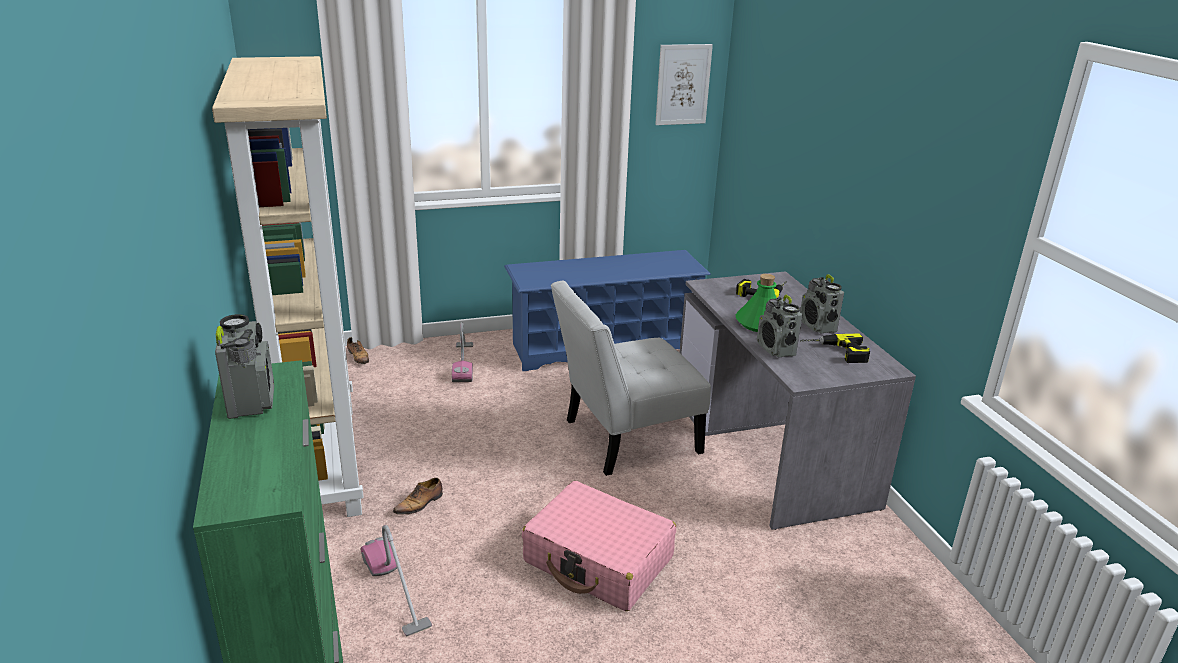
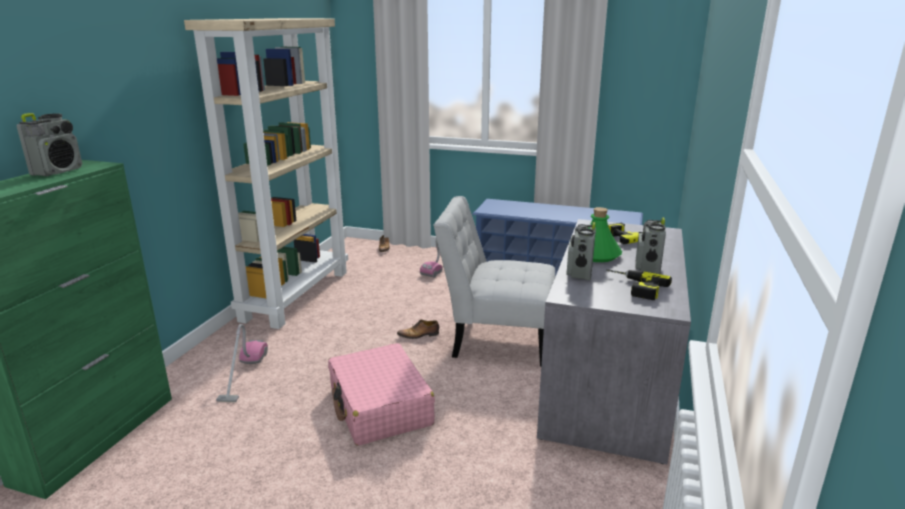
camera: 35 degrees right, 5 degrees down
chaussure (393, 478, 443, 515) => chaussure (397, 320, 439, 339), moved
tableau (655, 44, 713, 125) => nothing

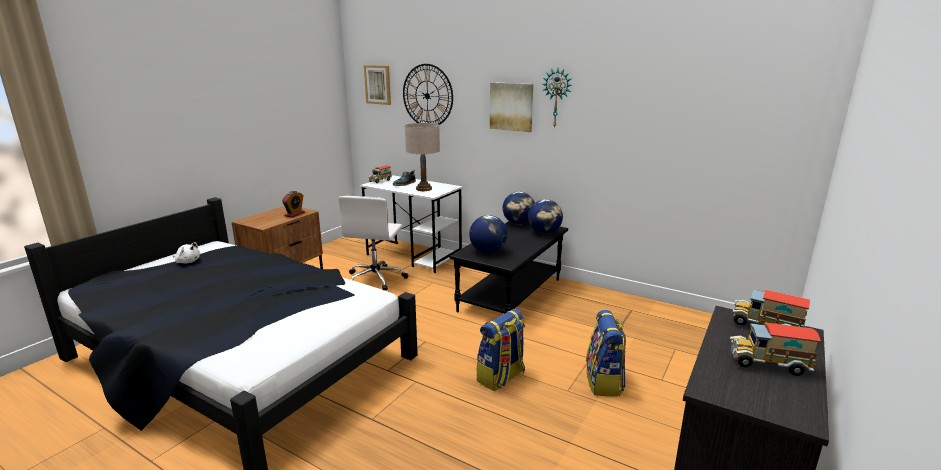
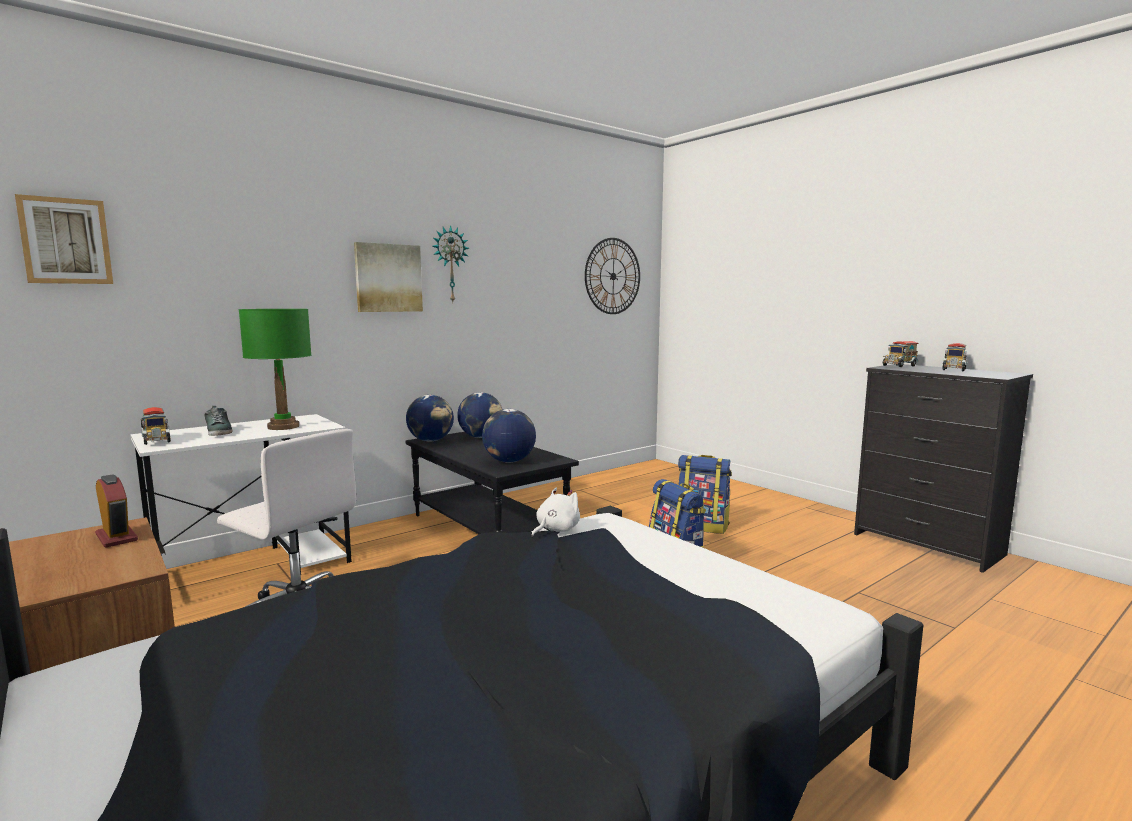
camera: 70 degrees left, 10 degrees down
peluche (blanc) (173, 242, 200, 263) => peluche (blanc) (531, 488, 580, 537), moved
horloge murale (403, 64, 453, 125) => horloge murale (585, 238, 640, 314), moved
lampe de table (beige) (405, 123, 440, 191) => lampe de table (vert) (238, 309, 311, 430)

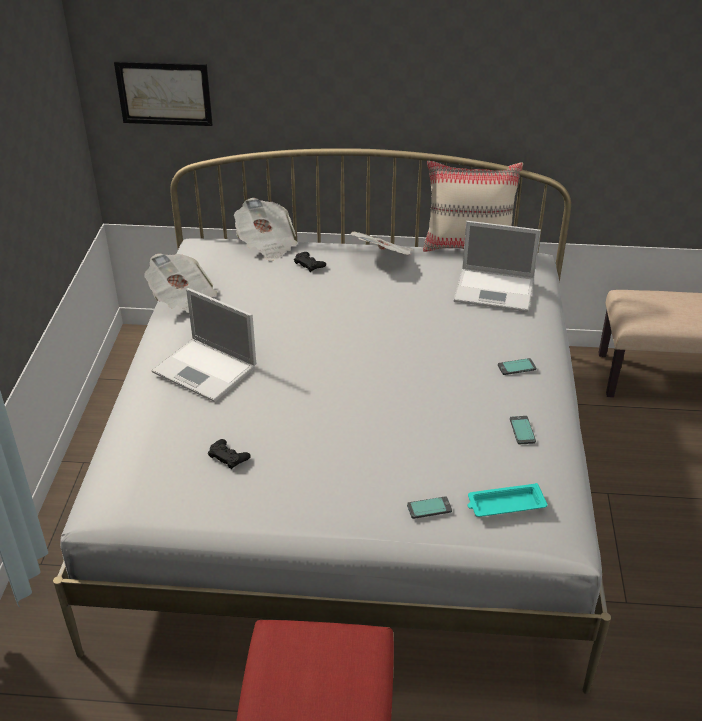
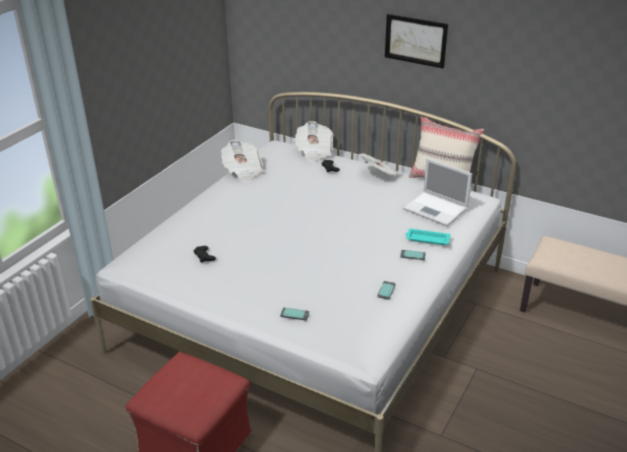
camera: 25 degrees right, 5 degrees down
tableau (114, 61, 213, 126) => tableau (385, 14, 448, 68), moved
ordinateur portable (151, 288, 256, 402) => nothing
plateau (turquoise) (468, 483, 547, 517) => plateau (turquoise) (406, 229, 450, 245), moved

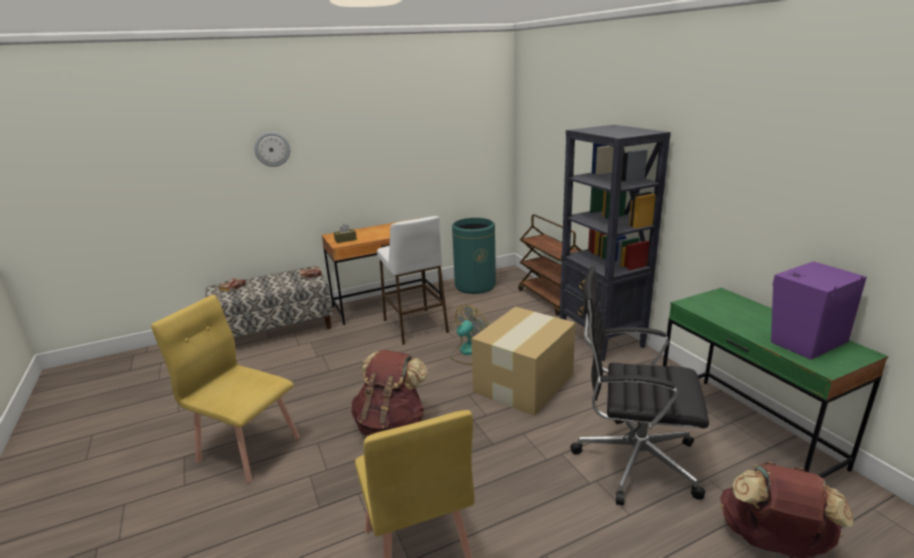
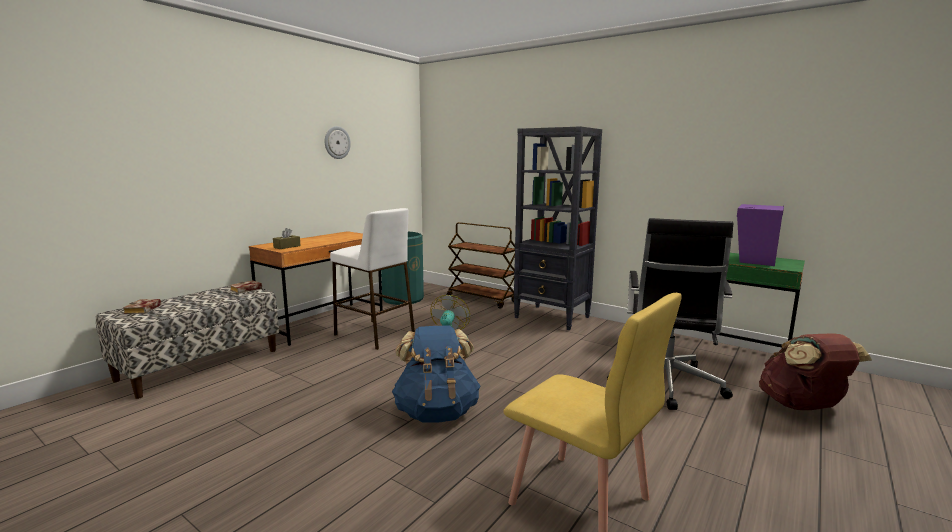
camera: 30 degrees left, 10 degrees down
chaise (jaune) (151, 295, 300, 483) => nothing
horloge murale (254, 132, 290, 167) => horloge murale (325, 126, 351, 159), moved
sac à dos (marron) (351, 350, 428, 436) => sac à dos (bleu) (392, 325, 481, 422)
carton (471, 307, 576, 416) => nothing
chaise de bureau (noir) (570, 266, 709, 505) => chaise de bureau (noir) (607, 218, 733, 410), 60 degrees counterclockwise

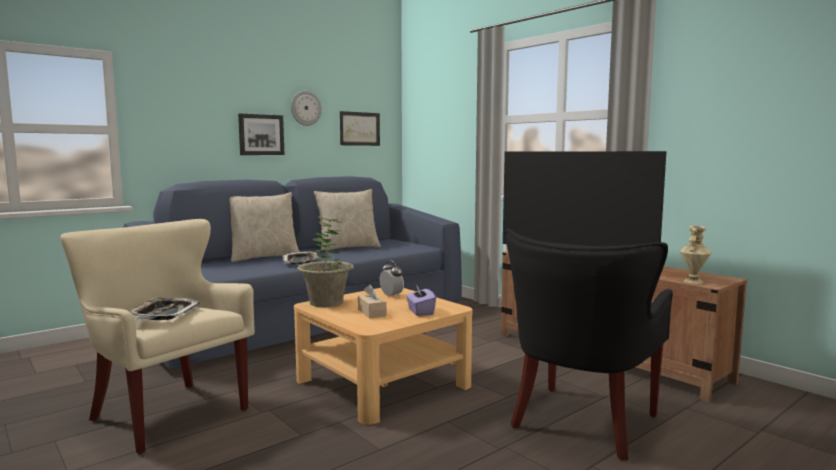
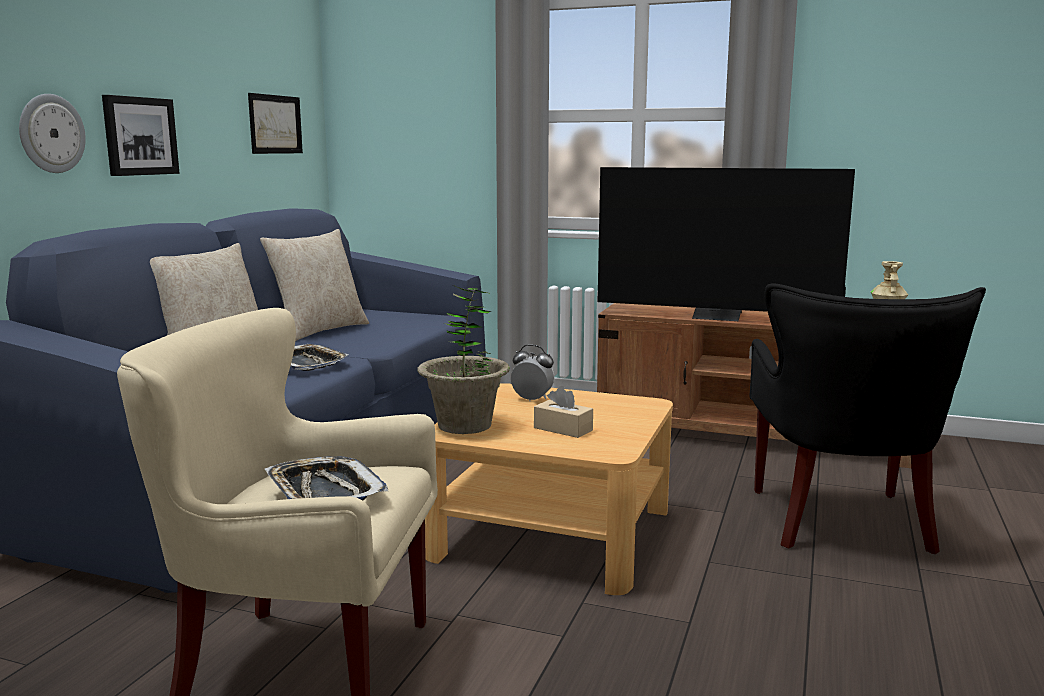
camera: 30 degrees left, 5 degrees up
horloge murale (291, 91, 322, 126) => horloge murale (19, 94, 86, 173), moved
boîte à mouchoirs (violet) (406, 283, 436, 316) => nothing

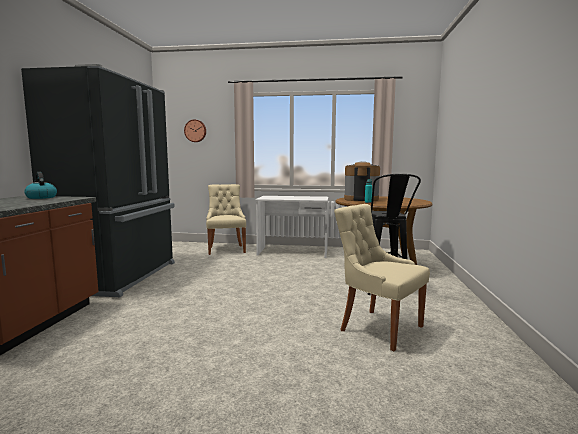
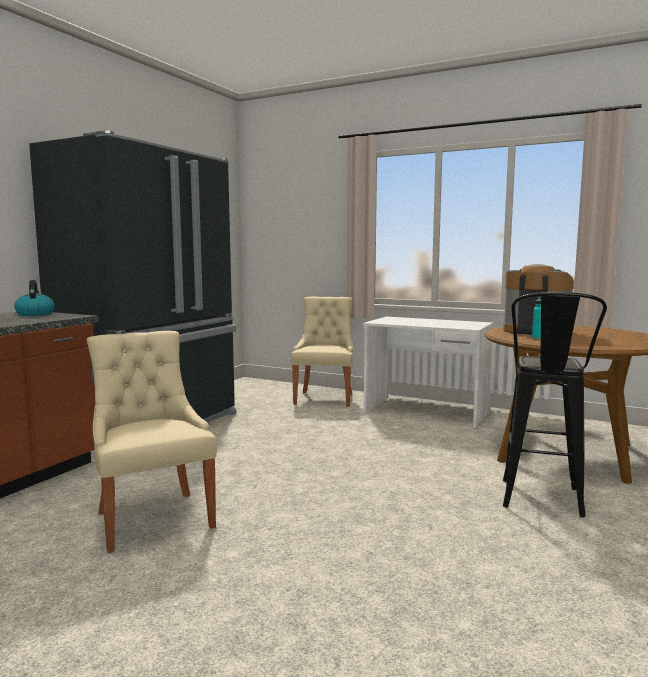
camera: 20 degrees right, 0 degrees up
horloge murale (184, 119, 206, 142) => nothing
chaise (beige) (334, 204, 430, 351) => chaise (beige) (87, 331, 217, 553), moved

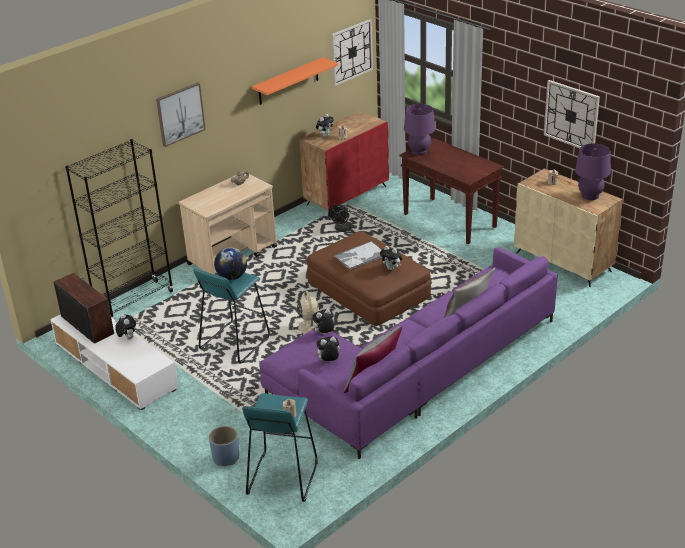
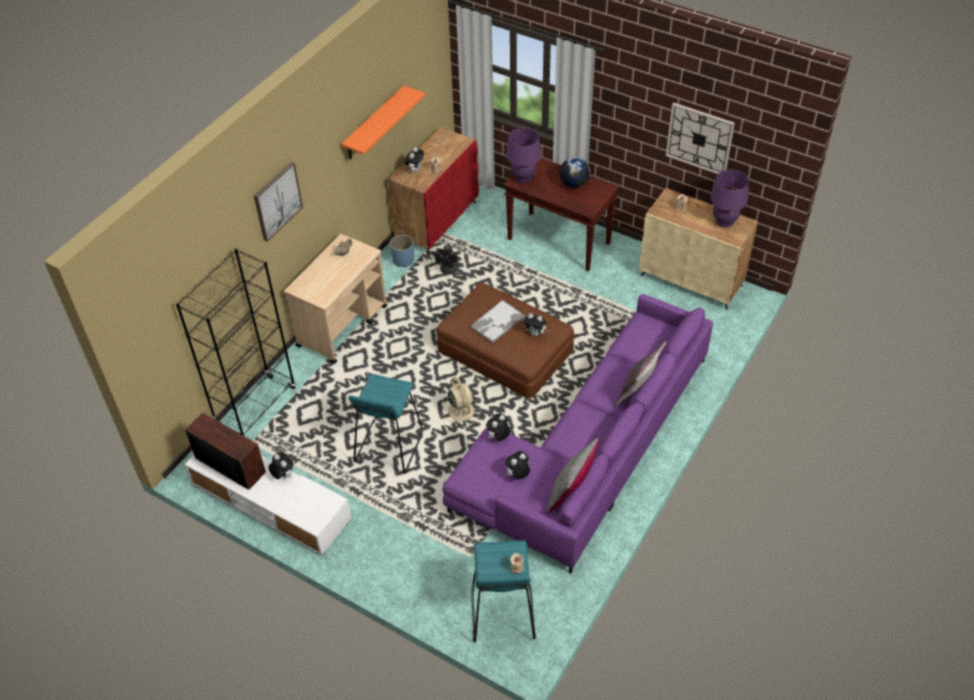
camera: 15 degrees left, 15 degrees up
cache-pot (bleu) (209, 426, 239, 466) => cache-pot (bleu) (390, 235, 414, 267), moved
globe (214, 248, 247, 280) => globe (559, 157, 590, 188), moved
horloge murale (331, 19, 373, 86) => nothing

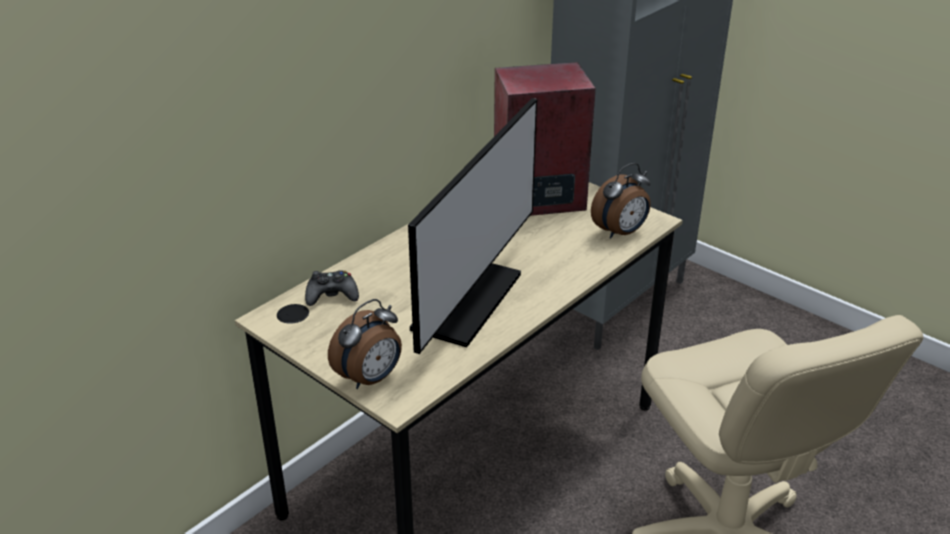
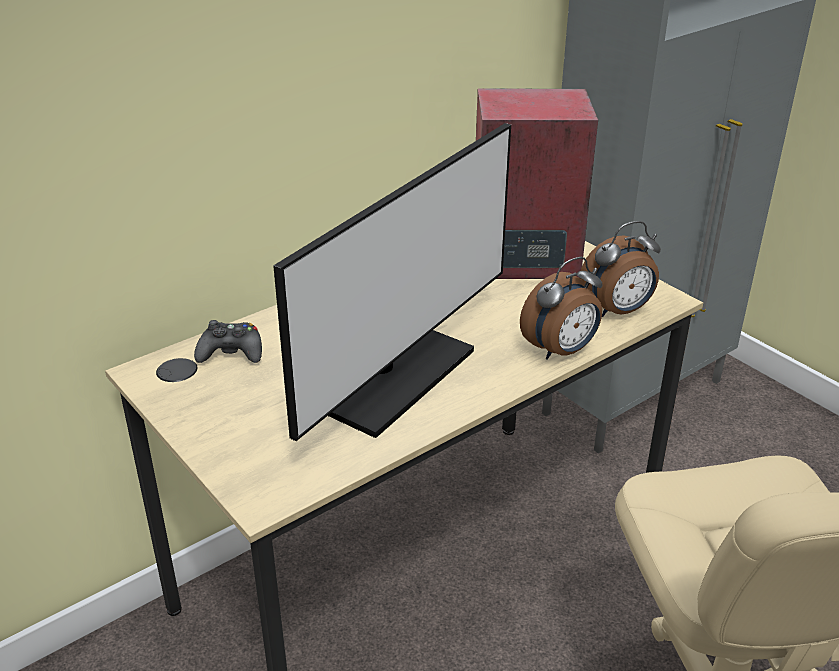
camera: 10 degrees right, 0 degrees up
réveil (328, 299, 402, 389) => réveil (520, 257, 603, 359), moved

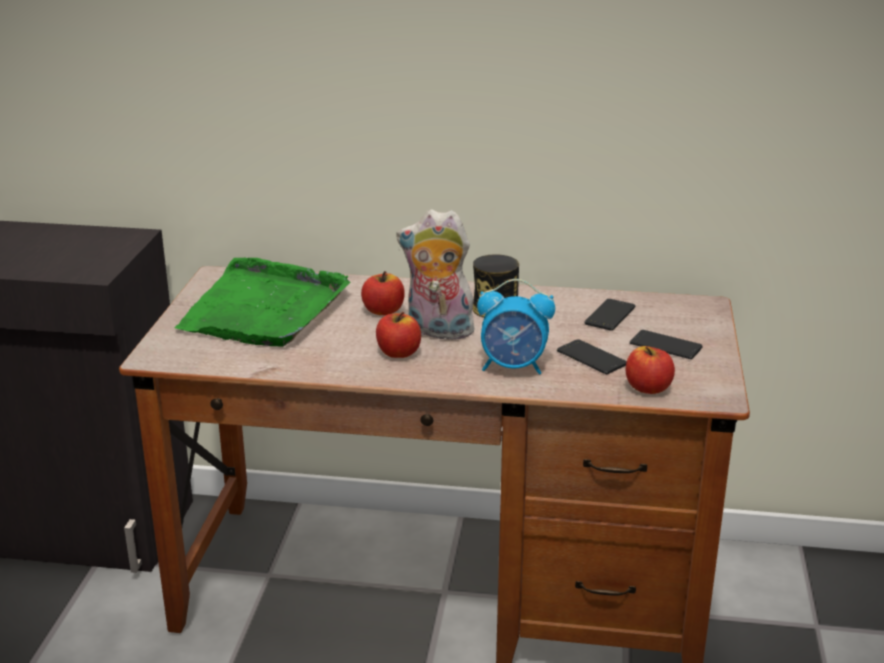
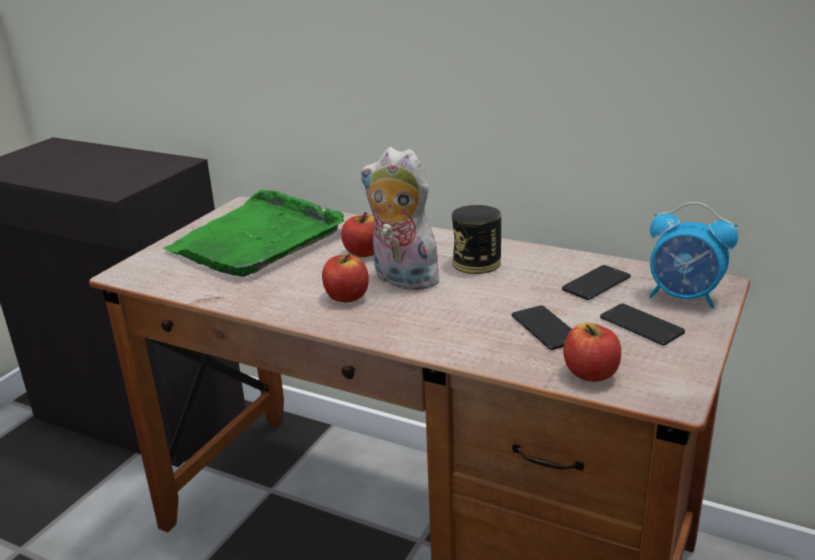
camera: 20 degrees right, 0 degrees up
réveil (477, 279, 555, 374) => réveil (649, 202, 738, 309), moved

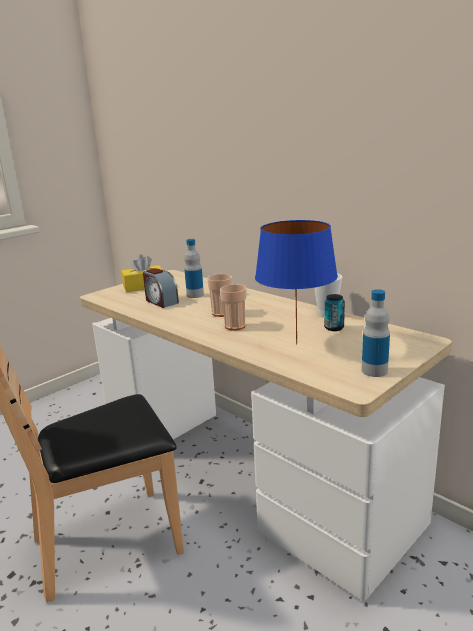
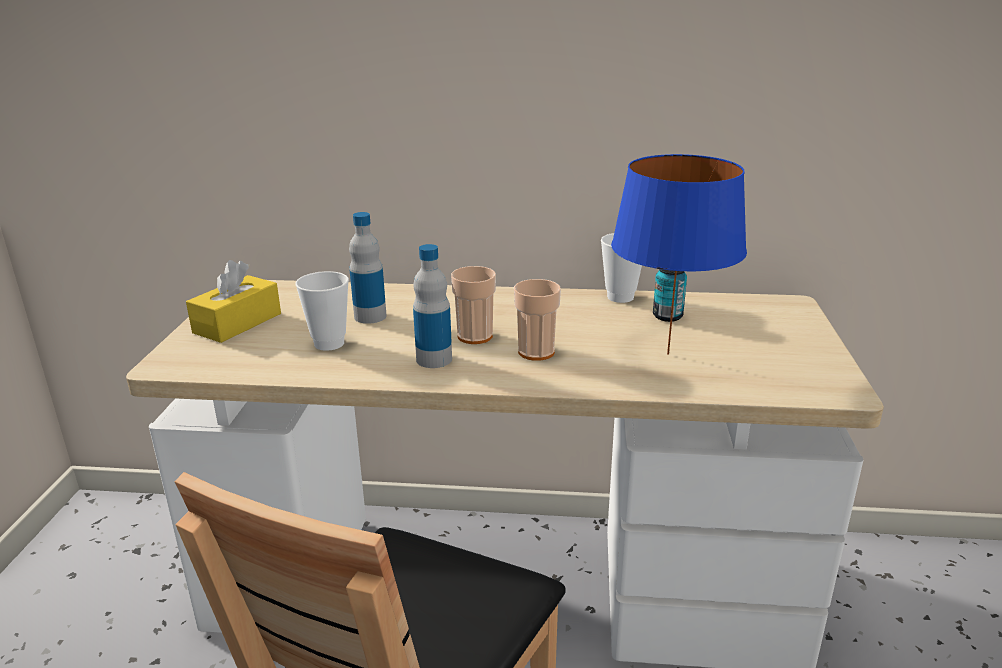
camera: 40 degrees left, 5 degrees up
réveil (143, 268, 179, 308) => tasse (295, 271, 349, 351)
bouteille (362, 289, 390, 377) => bouteille (413, 244, 452, 368), moved

